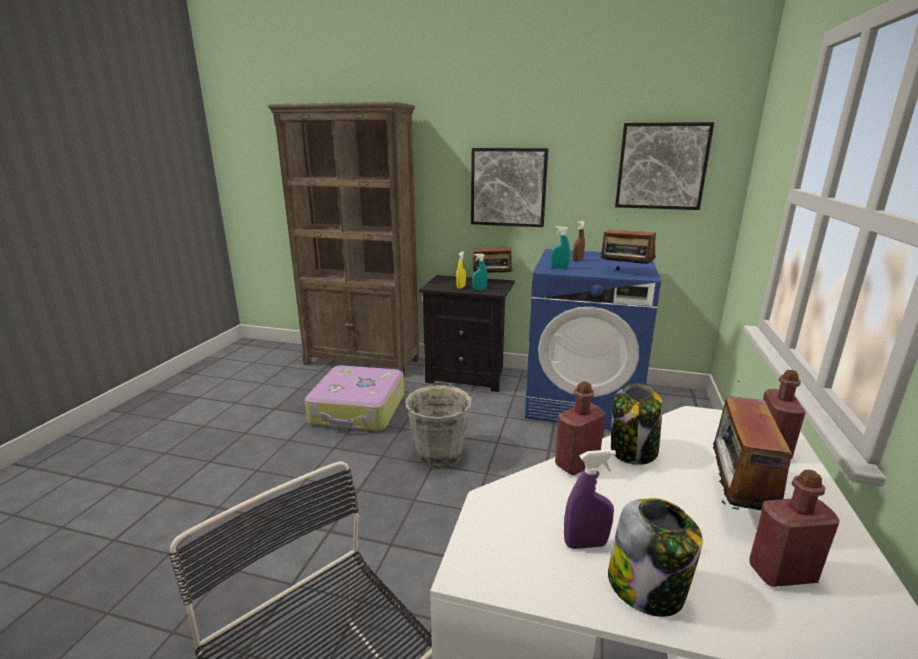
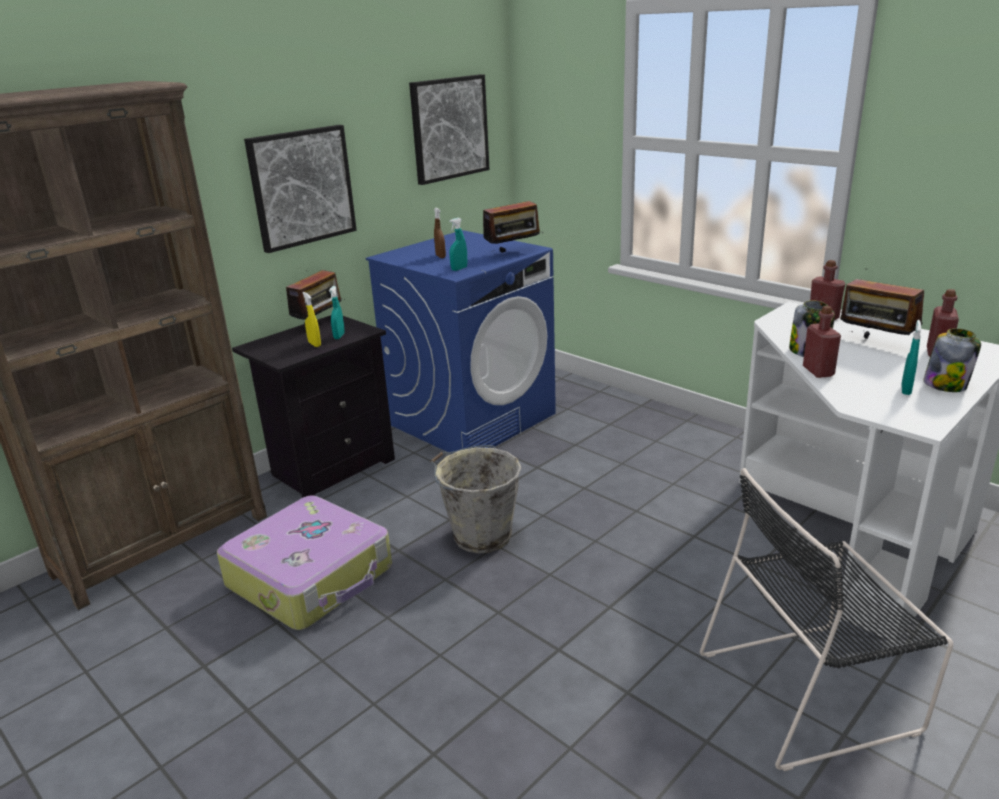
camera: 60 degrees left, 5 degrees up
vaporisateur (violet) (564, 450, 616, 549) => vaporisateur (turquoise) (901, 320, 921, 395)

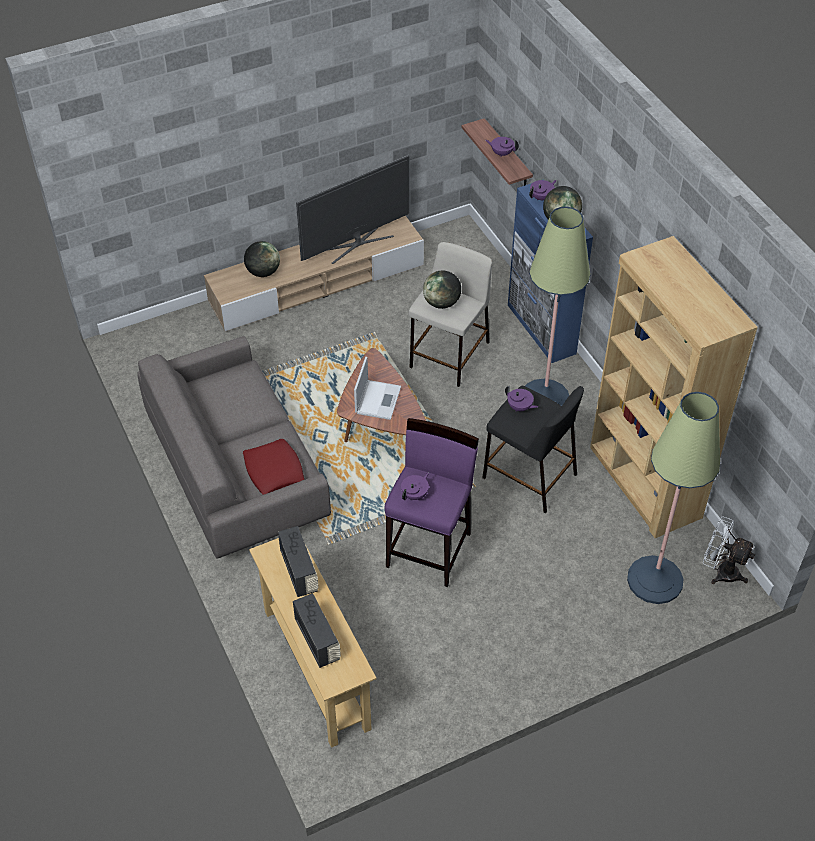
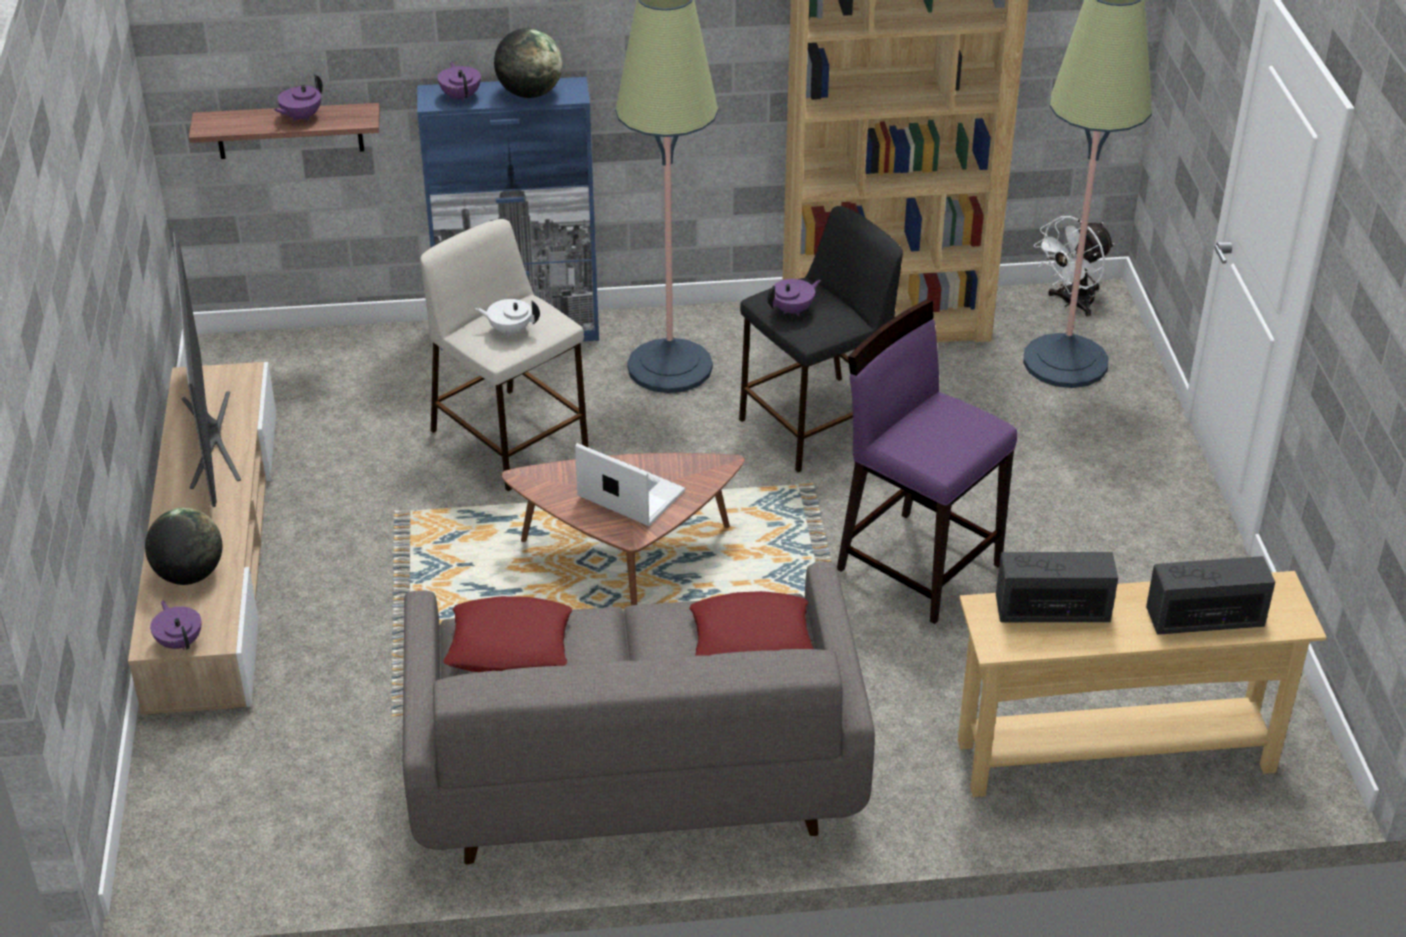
camera: 70 degrees left, 10 degrees down
théière (violet) (401, 473, 429, 500) => théière (violet) (150, 601, 202, 650), moved
globe (423, 270, 461, 309) => théière (blanc) (475, 299, 540, 337)
nothing => coussin (rouge) (443, 596, 572, 672)

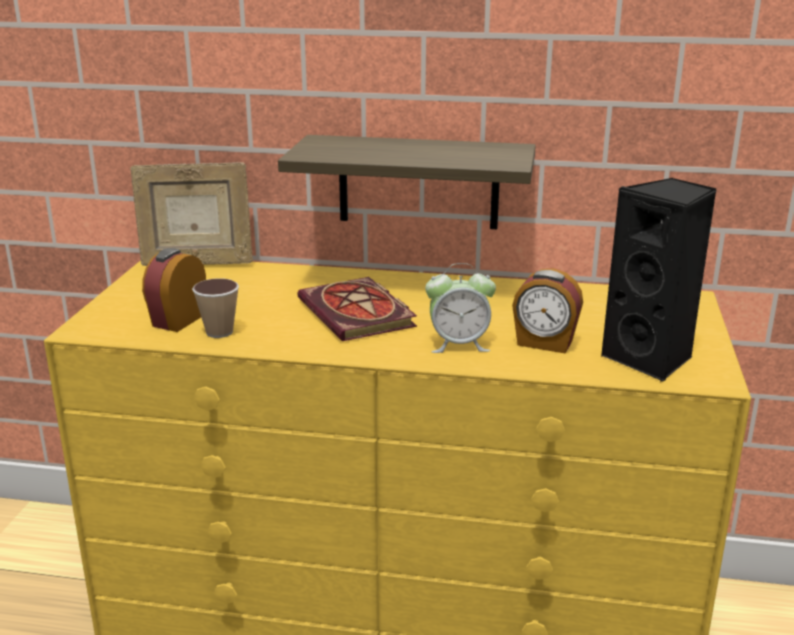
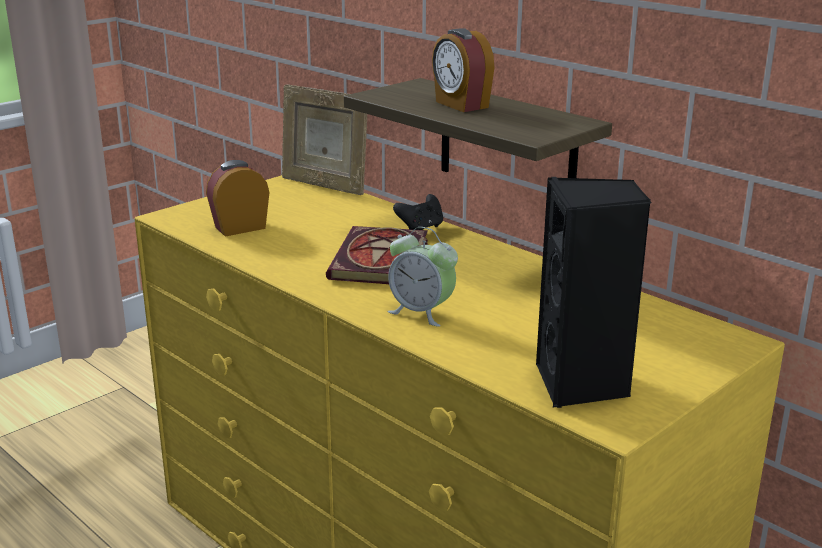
camera: 35 degrees right, 0 degrees up
tasse (192, 278, 239, 338) => nothing
réveil (512, 268, 583, 354) => réveil (432, 28, 495, 112), moved
nothing => manette (noir) (393, 194, 443, 230)

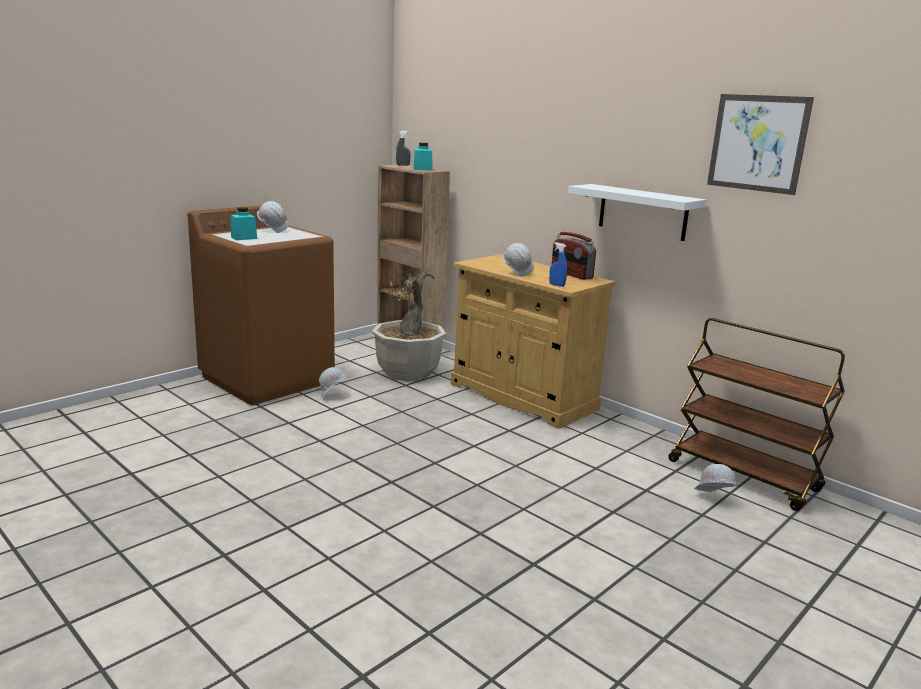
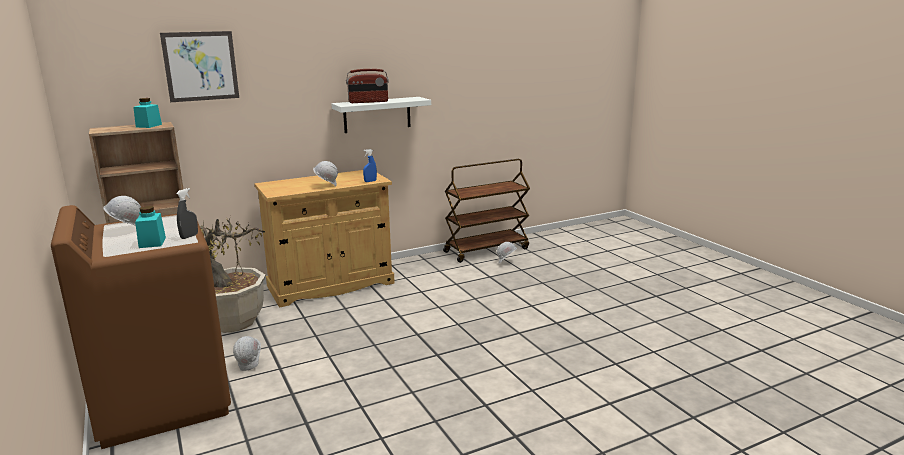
camera: 70 degrees left, 0 degrees up
vaporisateur (gris) (396, 131, 411, 166) => vaporisateur (gris) (176, 188, 198, 239), moved
radio (552, 232, 596, 280) => radio (346, 69, 389, 103), moved
tableau (707, 94, 814, 195) => tableau (160, 31, 239, 102), moved

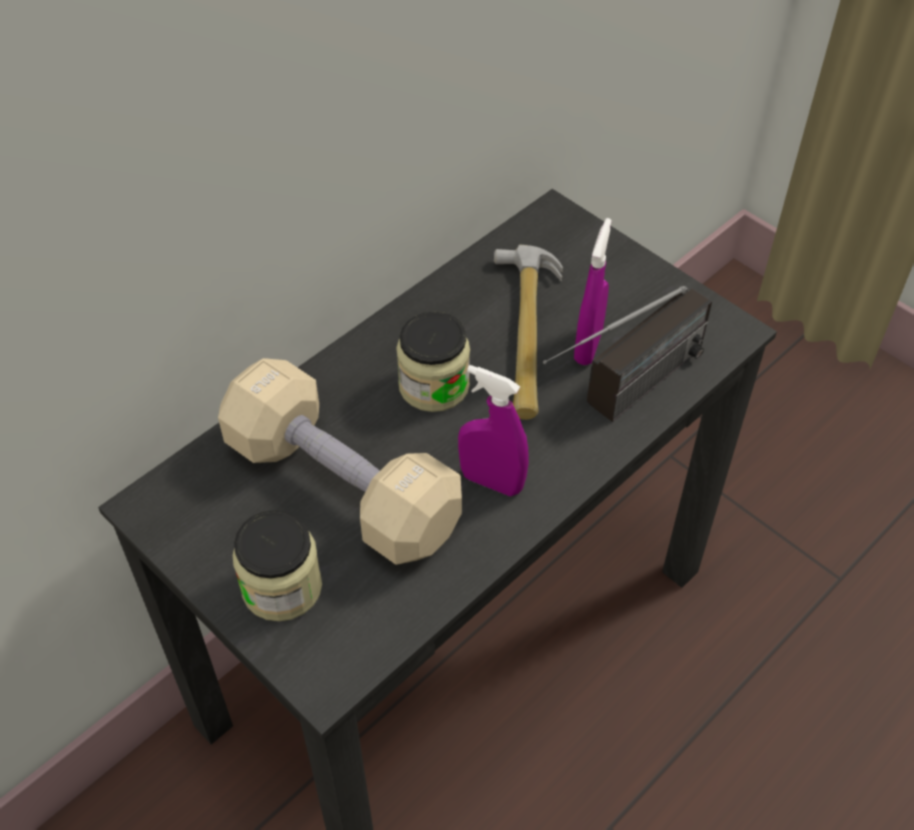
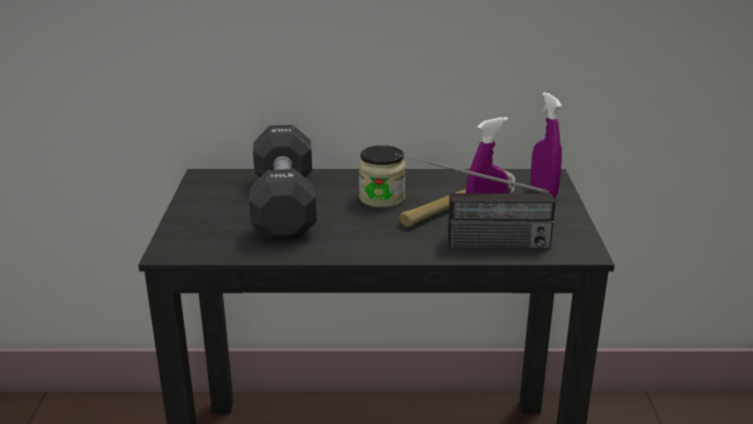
camera: 45 degrees right, 25 degrees down
haltère (beige) (218, 358, 462, 565) => haltère (noir) (249, 125, 317, 240)
bocal (233, 510, 322, 621) => nothing
vaporisateur (violet) (458, 365, 529, 496) => vaporisateur (violet) (531, 92, 562, 198), moved

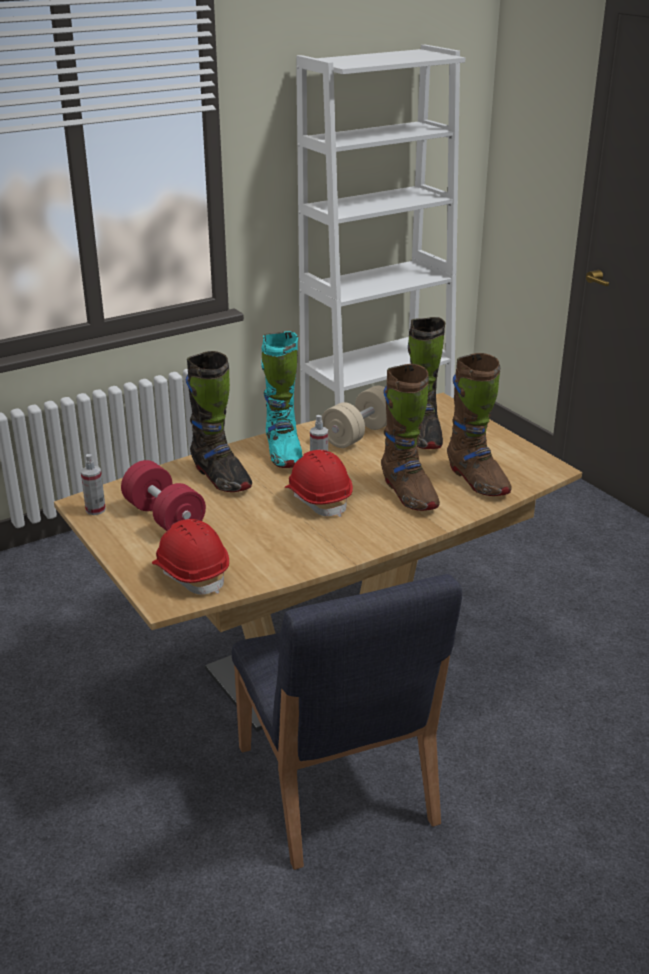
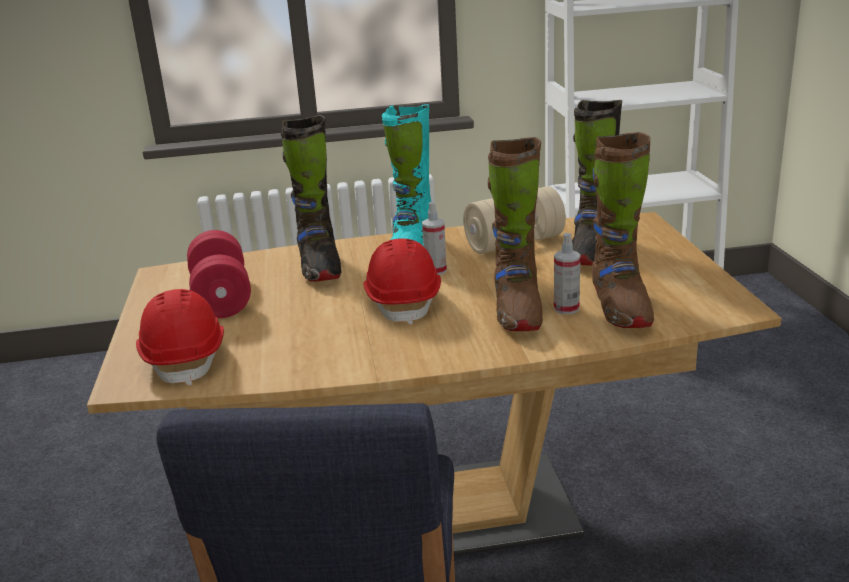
camera: 25 degrees right, 5 degrees down
vaporisateur (81, 454, 106, 515) => vaporisateur (554, 233, 580, 314), moved

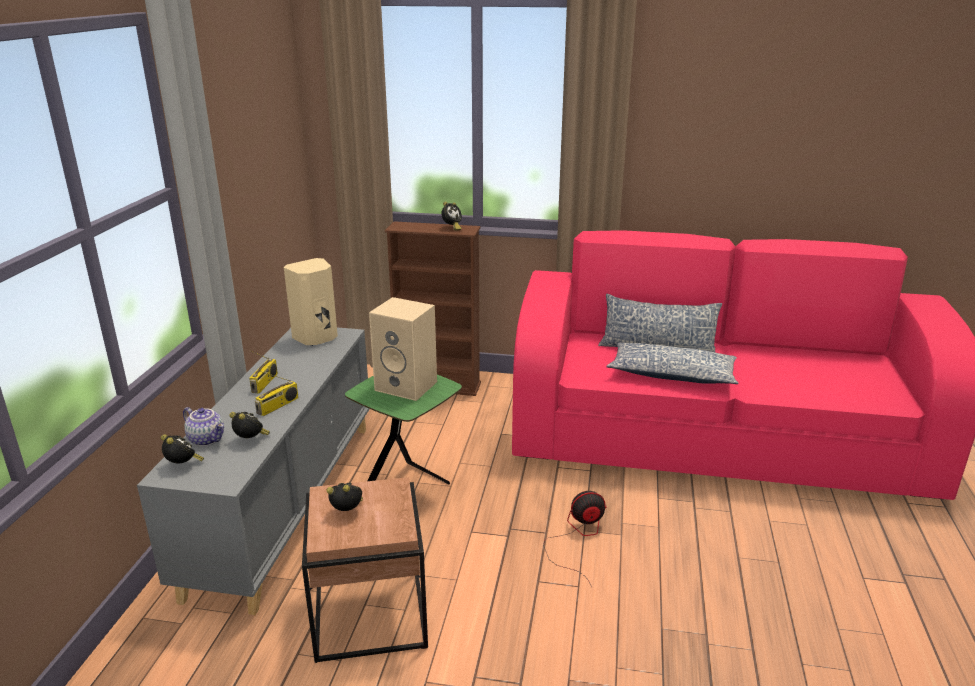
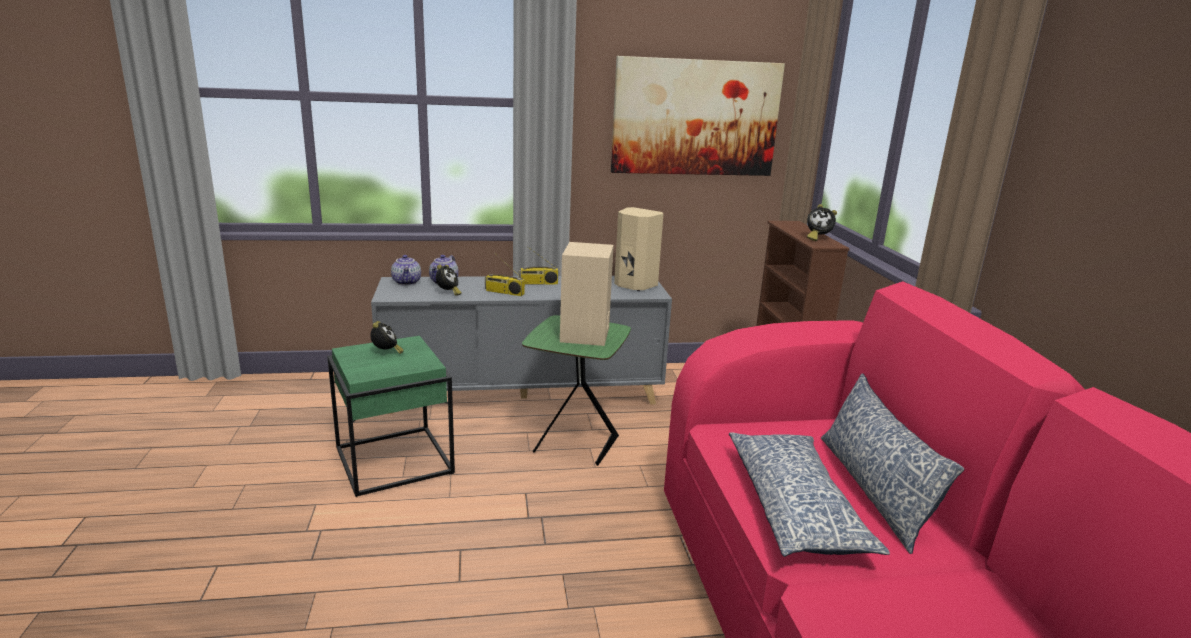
camera: 70 degrees right, 5 degrees down
réveil (161, 434, 204, 464) => théière (391, 255, 421, 286)
table d'appoint (marron) (302, 477, 428, 663) => table d'appoint (vert) (327, 336, 455, 497)
ventilateur (543, 491, 607, 587) => nothing
nothing => tableau (611, 56, 785, 176)

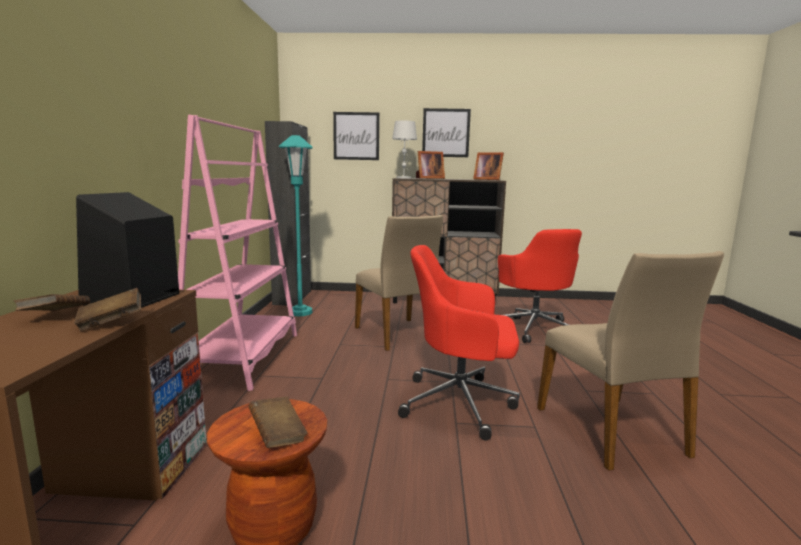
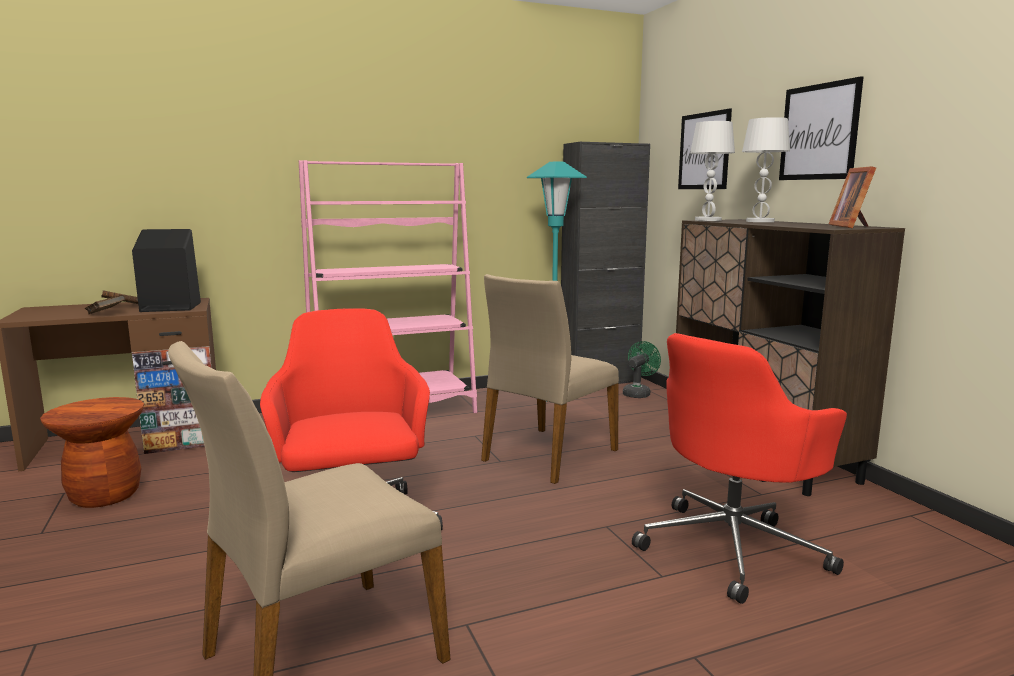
camera: 65 degrees right, 0 degrees up
livre (marron) (248, 397, 307, 448) => nothing
cadre photo (416, 151, 445, 179) => lampe de table (blanc) (742, 117, 790, 222)
nothing => ventilateur (vert) (623, 341, 661, 398)

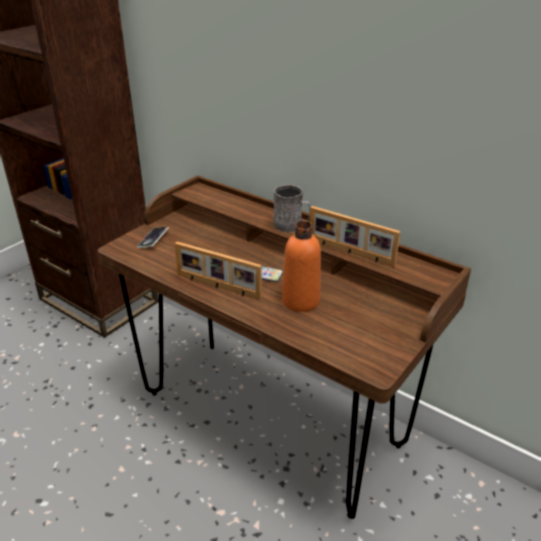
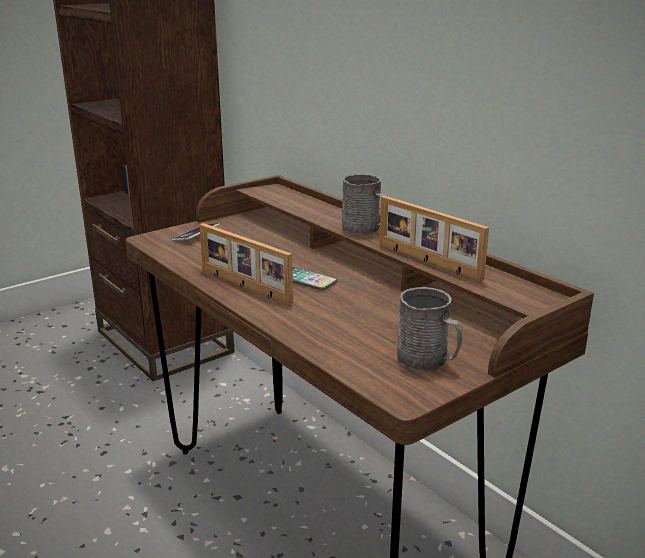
camera: 15 degrees right, 10 degrees down
bouteille (orange) (282, 221, 321, 312) => nothing
nothing => mug (gris) (397, 287, 462, 371)

